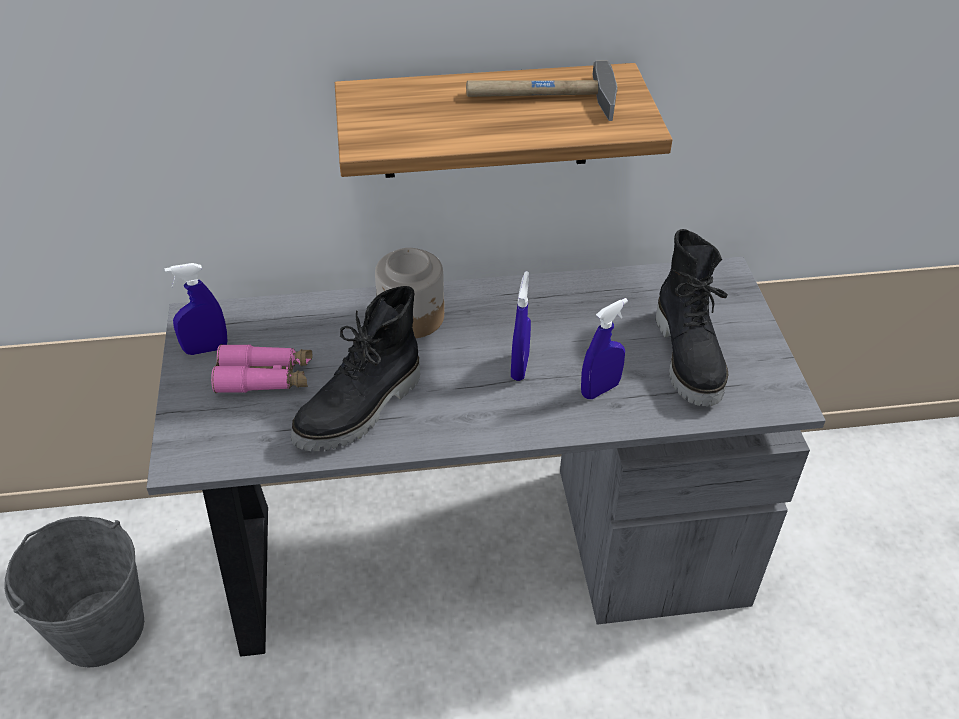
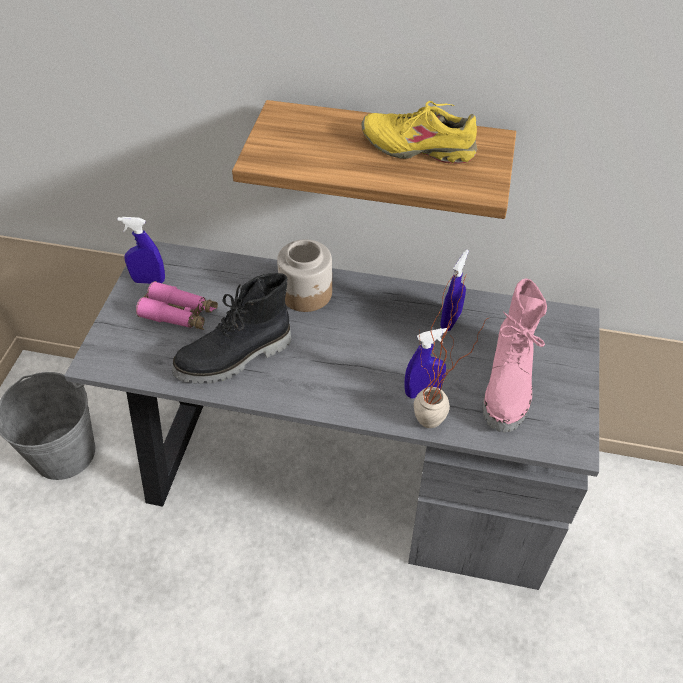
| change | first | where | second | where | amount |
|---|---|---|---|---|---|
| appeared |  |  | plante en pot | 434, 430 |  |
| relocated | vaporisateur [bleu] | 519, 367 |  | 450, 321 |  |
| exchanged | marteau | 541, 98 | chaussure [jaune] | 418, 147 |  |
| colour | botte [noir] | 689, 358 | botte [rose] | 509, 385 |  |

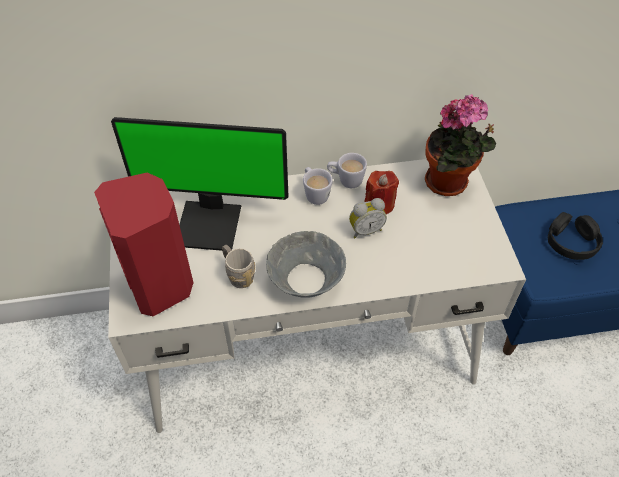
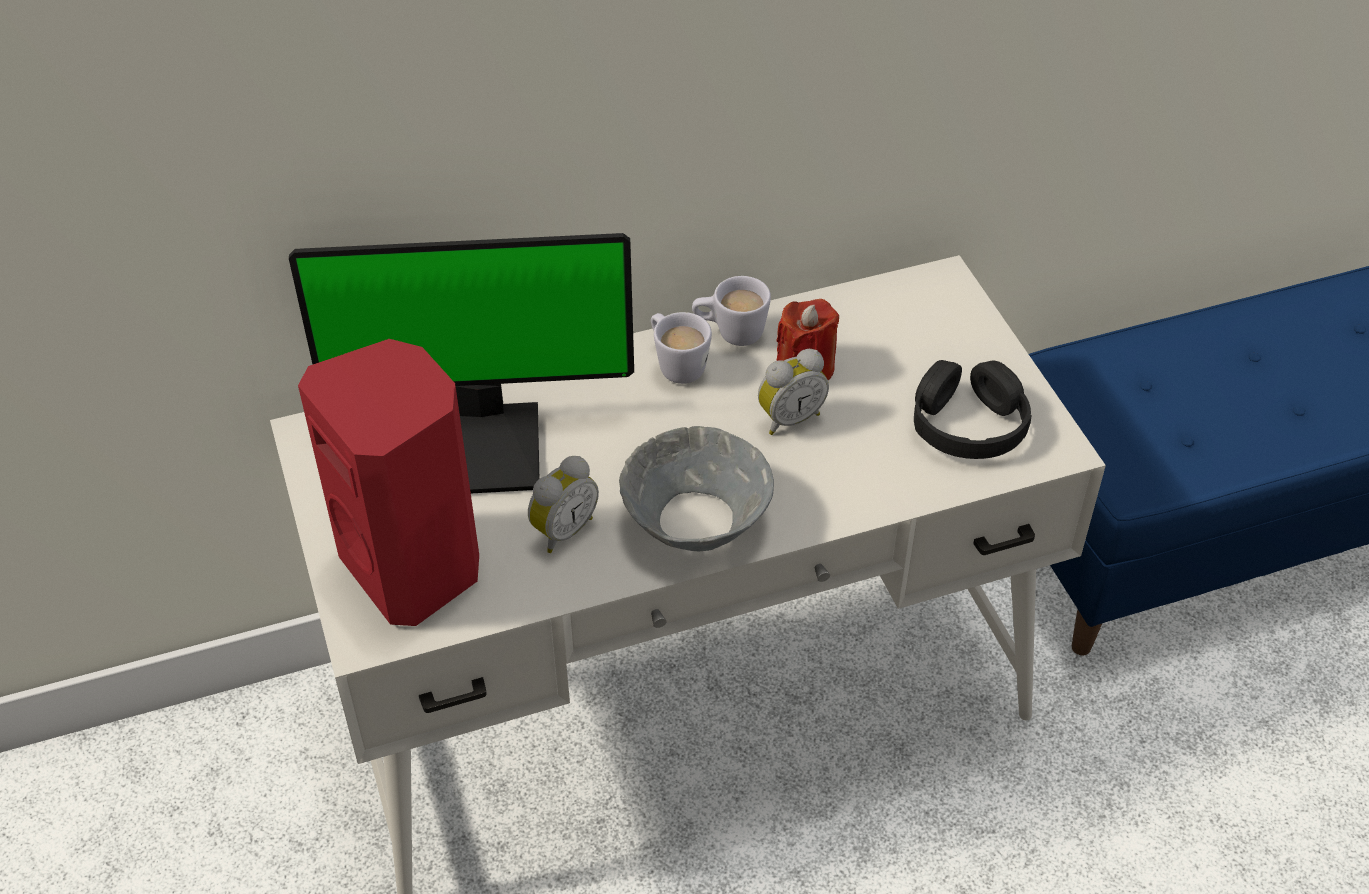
| change | first | where | second | where | amount |
|---|---|---|---|---|---|
| missing | plante en pot | 449, 184 |  |  |  |
| relocated | casque audio [noir] | 571, 242 |  | 968, 424 |  |
| exchanged | mug [gris] | 238, 274 | réveil | 562, 530 |  |

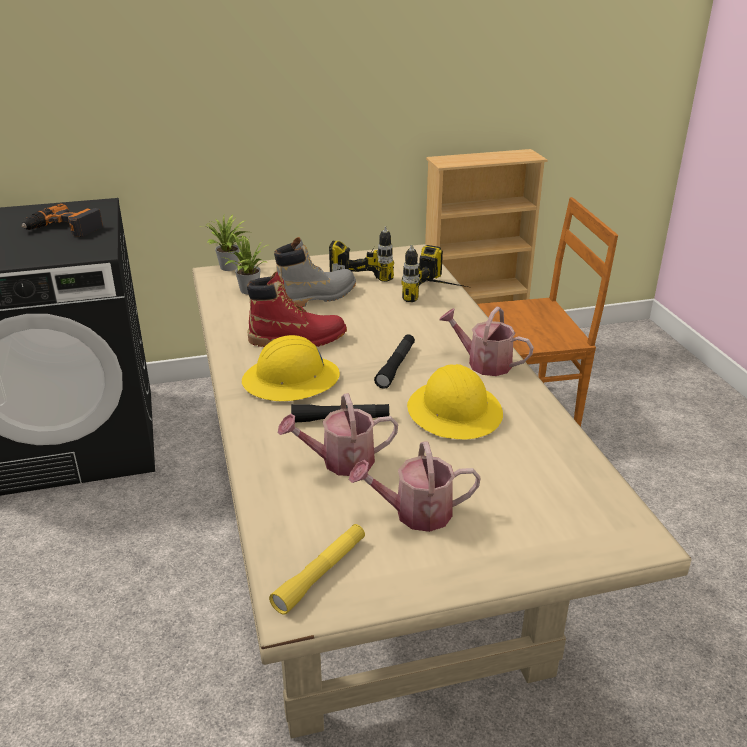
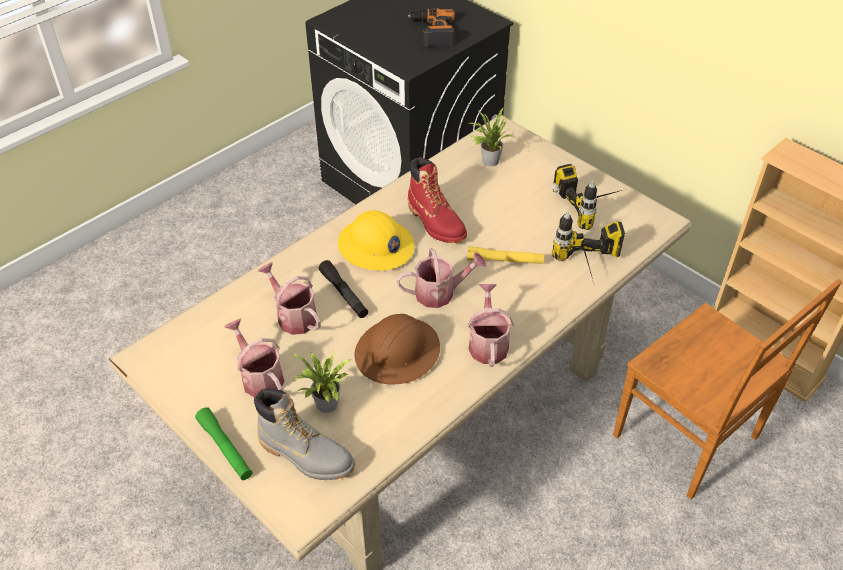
| change | first | where | second | where | amount |
|---|---|---|---|---|---|
| appeared |  |  | lampe de poche [vert] | 225, 448 |  |
| relocated | plante en pot | 230, 268 |  | 325, 406 |  |
| relocated | lampe de poche [jaune] | 320, 574 |  | 505, 261 |  |
| relocated | botte [gris] | 316, 297 |  | 306, 455 |  |
| exchanged | lampe de poche [noir] | 396, 366 | arrosoir | 440, 293 |  |
| colour | casque de chantier [jaune] | 455, 412 | casque de chantier [marron] | 398, 352 |  |

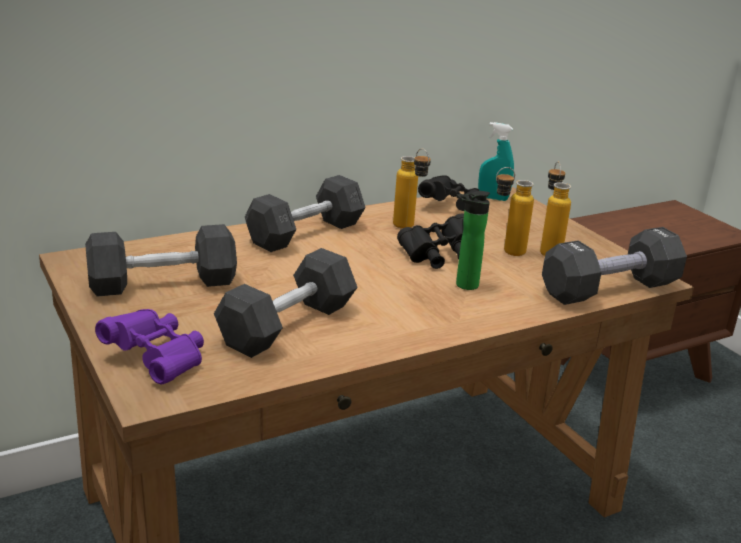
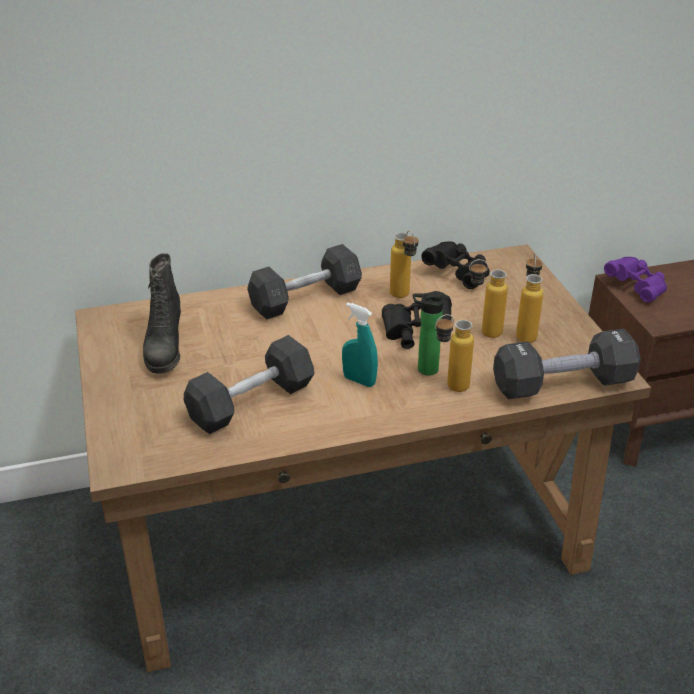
| change | first | where | second | where | amount |
|---|---|---|---|---|---|
| appeared |  |  | bouteille | 449, 388 |  |
| relocated | jumelles [violet] | 157, 359 |  | 636, 287 |  |
| relocated | vaporisateur [turquoise] | 493, 198 |  | 359, 381 |  |
| exchanged | haltère [gris] | 163, 283 | botte [noir] | 164, 349 |  |

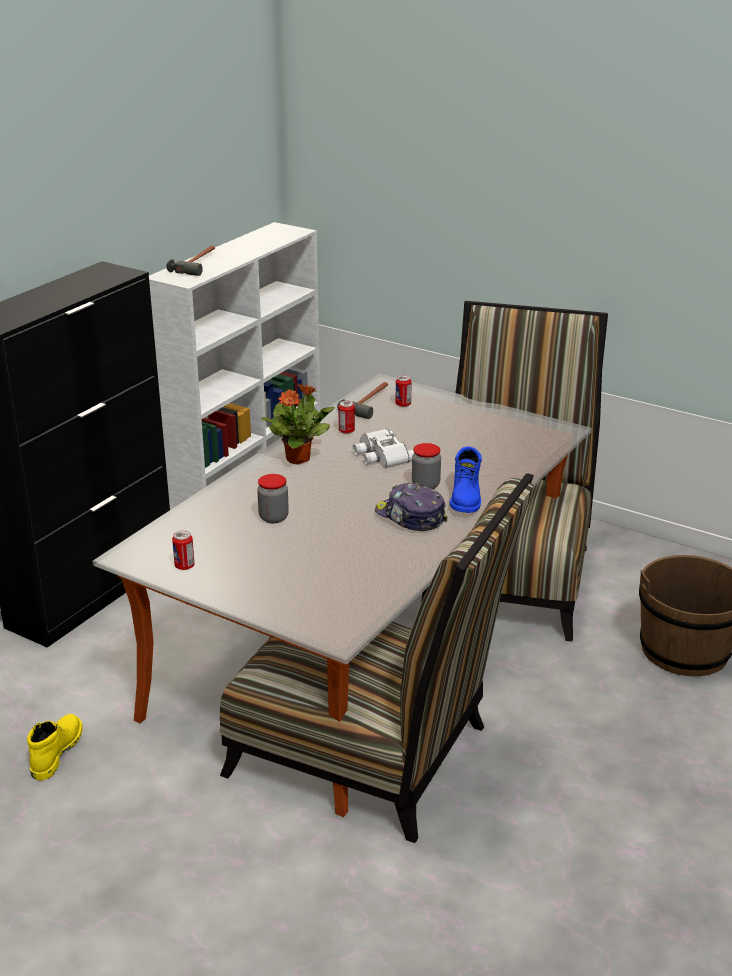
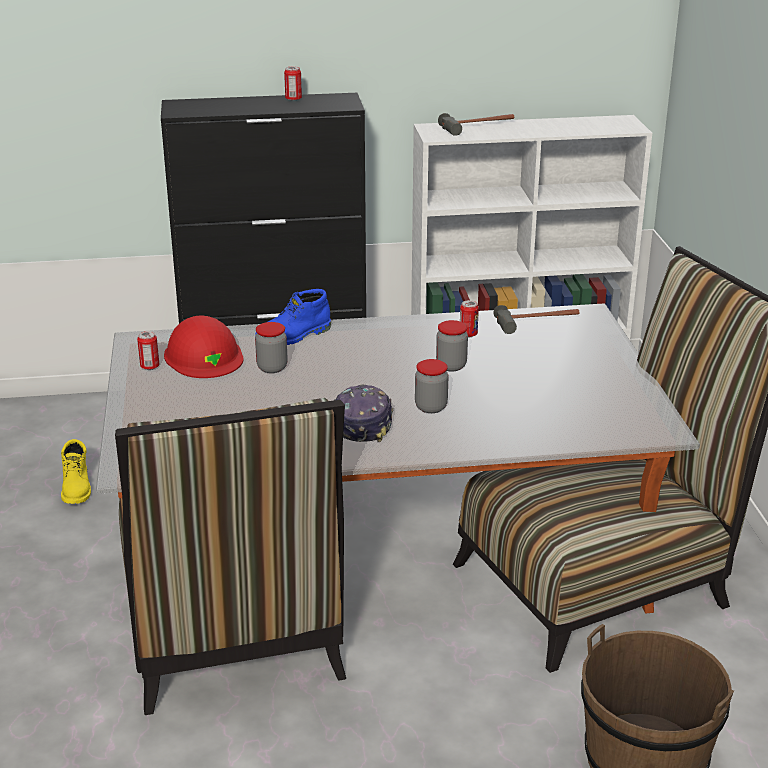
| change | first | where | second | where | amount |
|---|---|---|---|---|---|
| missing | plante en pot | 299, 458 |  |  |  |
| appeared |  |  | casque de chantier [rouge] | 204, 356 |  |
| relocated | boîte métallique | 403, 404 |  | 293, 99 |  |
| relocated | botte [bleu] | 466, 498 |  | 294, 336 |  |
| exchanged | jumelles [blanc] | 381, 455 | bocal | 451, 366 |  |
| spun | botte [jaune] | 55, 752 |  | 77, 488 | 105 degrees clockwise |

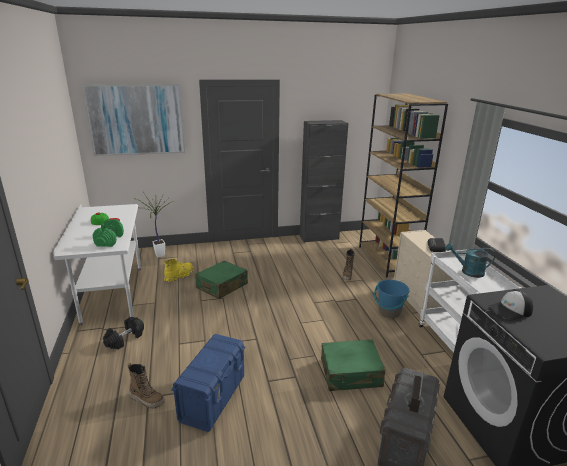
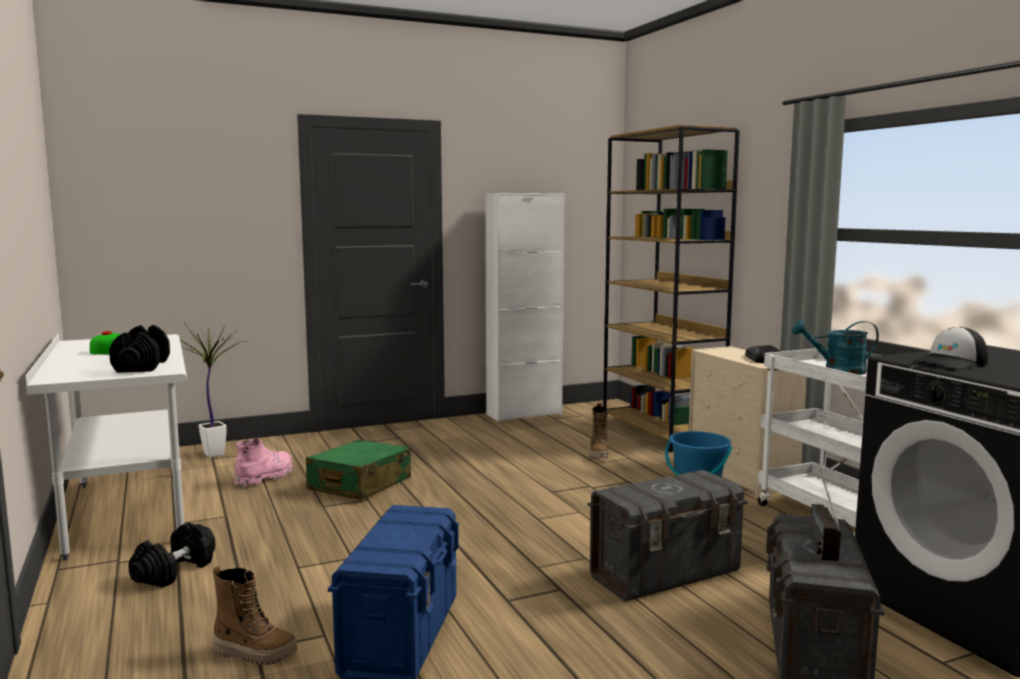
| change | first | where | second | where | amount |
|---|---|---|---|---|---|
| missing | tableau | 136, 119 |  |  |  |
| exchanged | valise [vert] | 351, 373 | boîte de rangement [gris] | 666, 574 |  |
| colour | haltère [vert] | 109, 240 | haltère [noir] | 141, 366 |  |
| colour | botte [jaune] | 179, 276 | botte [rose] | 265, 478 |  |
| colour | meuble de rangement [noir] | 319, 237 | meuble de rangement [blanc] | 524, 414 |  |

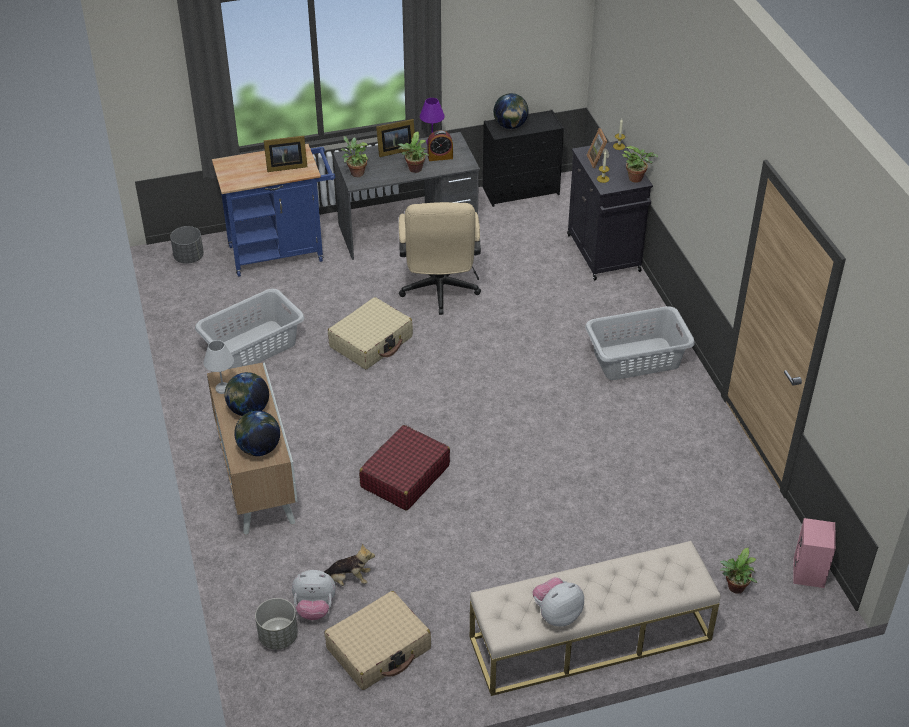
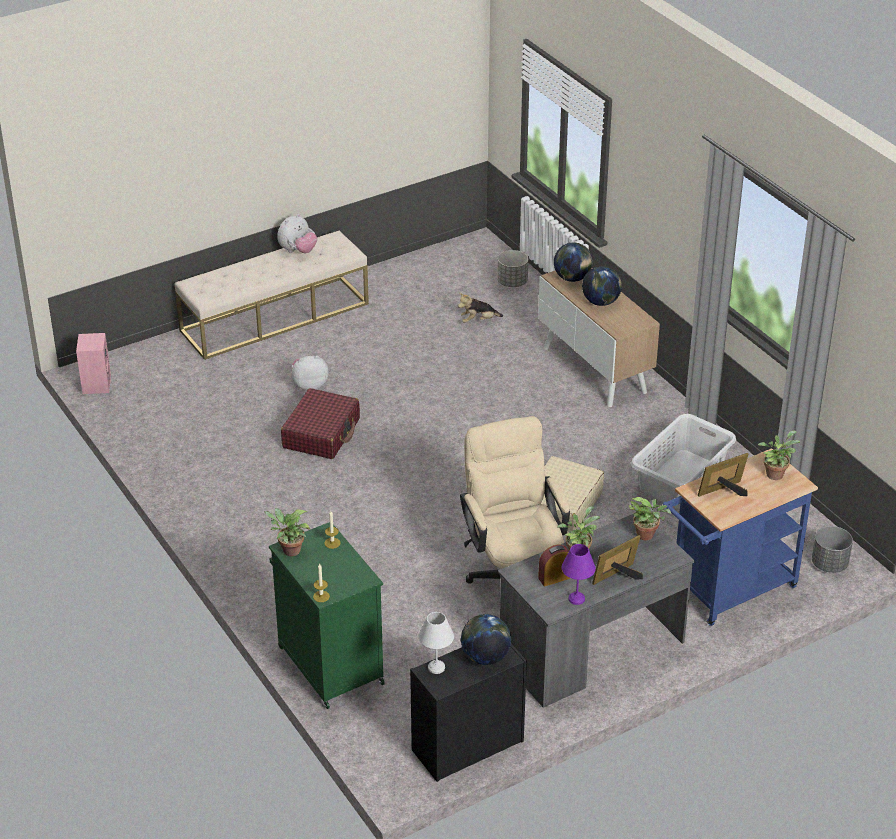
| change | first | where | second | where | amount |
|---|---|---|---|---|---|
| missing | valise [beige] | 379, 649 |  |  |  |
| missing | panier à linge [gris] | 637, 359 |  |  |  |
| missing | cadre photo | 598, 160 |  |  |  |
| relocated | lampe de table [blanc] | 223, 389 |  | 436, 667 |  |
| relocated | peluche | 315, 608 |  | 309, 385 |  |
| relocated | valise [rouge] | 404, 476 |  | 321, 433 |  |
| relocated | plante en pot | 735, 588 |  | 775, 473 |  |
| colour | meuble de rangement [noir] | 604, 254 | meuble de rangement [vert] | 329, 664 |  |

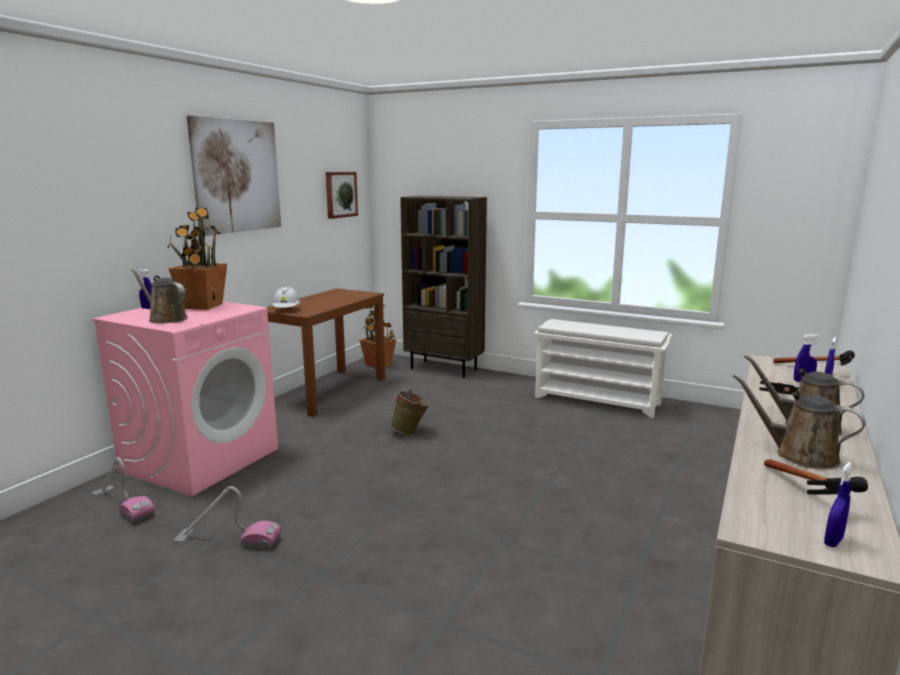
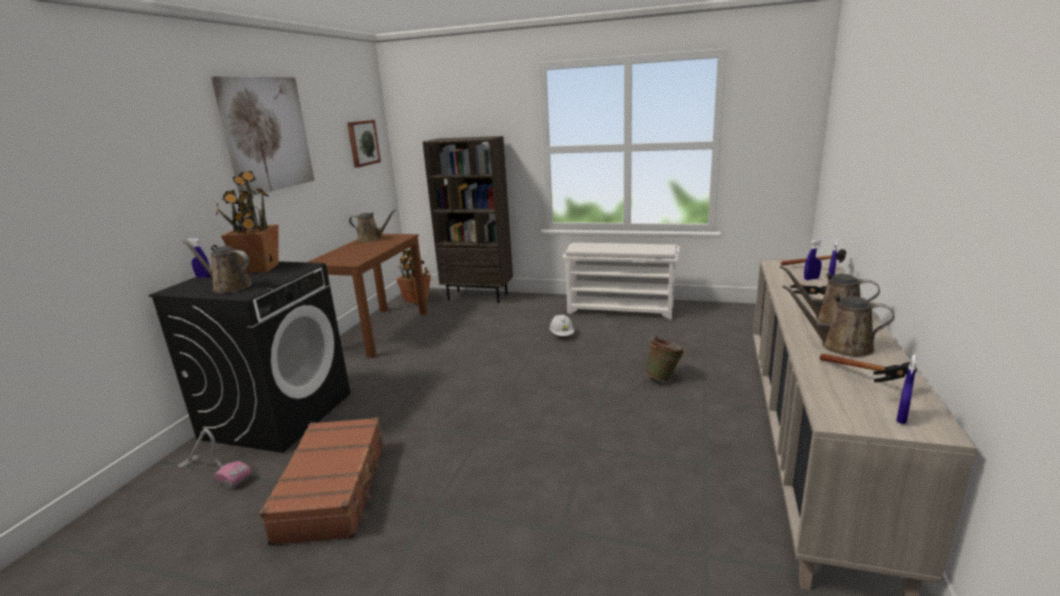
| change | first | where | second | where | amount |
|---|---|---|---|---|---|
| appeared |  |  | arrosoir [marron] | 371, 239 |  |
| relocated | casque de chantier [blanc] | 287, 310 |  | 562, 335 |  |
| relocated | seau [vert] | 411, 432 |  | 664, 378 |  |
| exchanged | aspirateur | 228, 540 | valise [marron] | 334, 489 |  |
| colour | lave-linge [rose] | 201, 459 | lave-linge [noir] | 278, 415 |  |

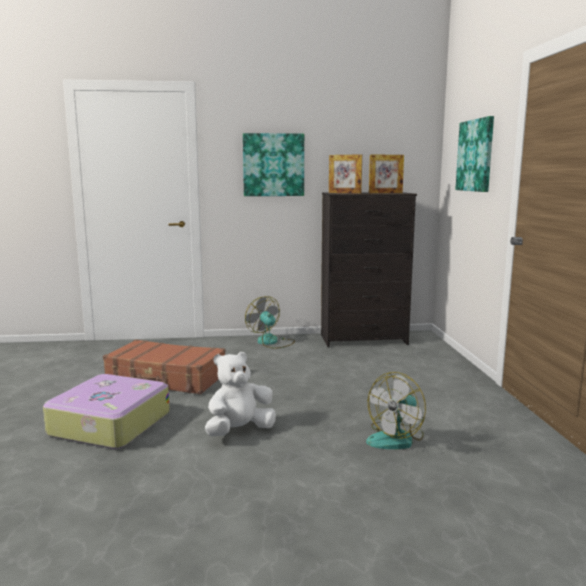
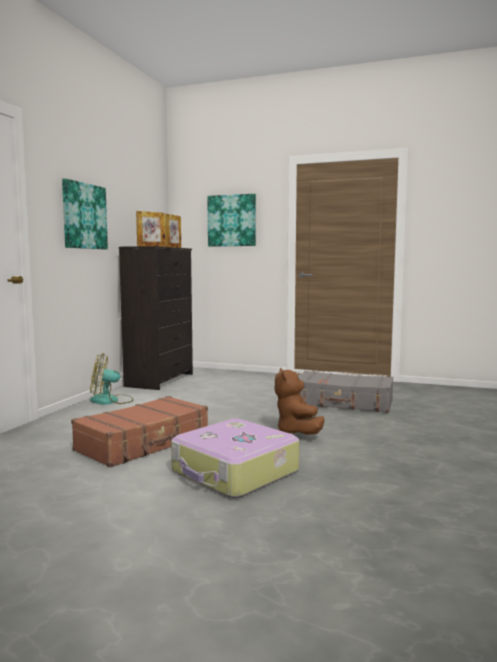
| change | first | where | second | where | amount |
|---|---|---|---|---|---|
| exchanged | ventilateur | 396, 438 | valise [gris] | 343, 402 |  |
| colour | peluche [blanc] | 239, 431 | peluche [marron] | 297, 432 |  |

